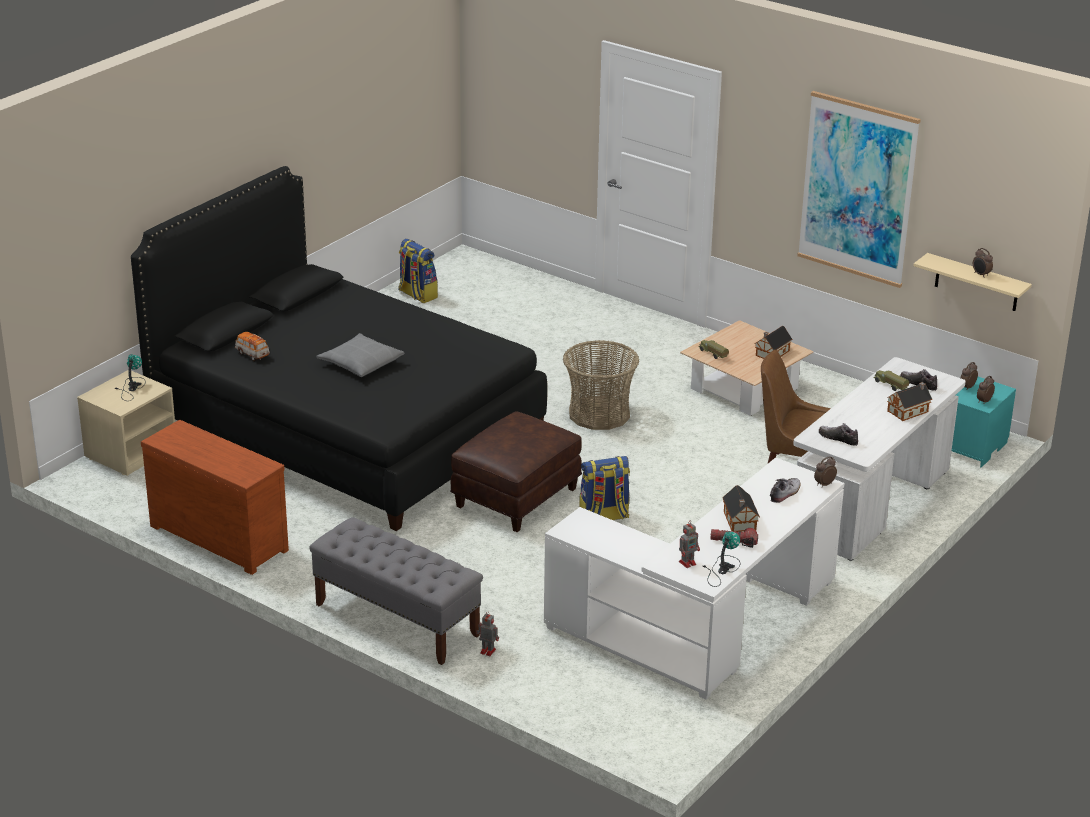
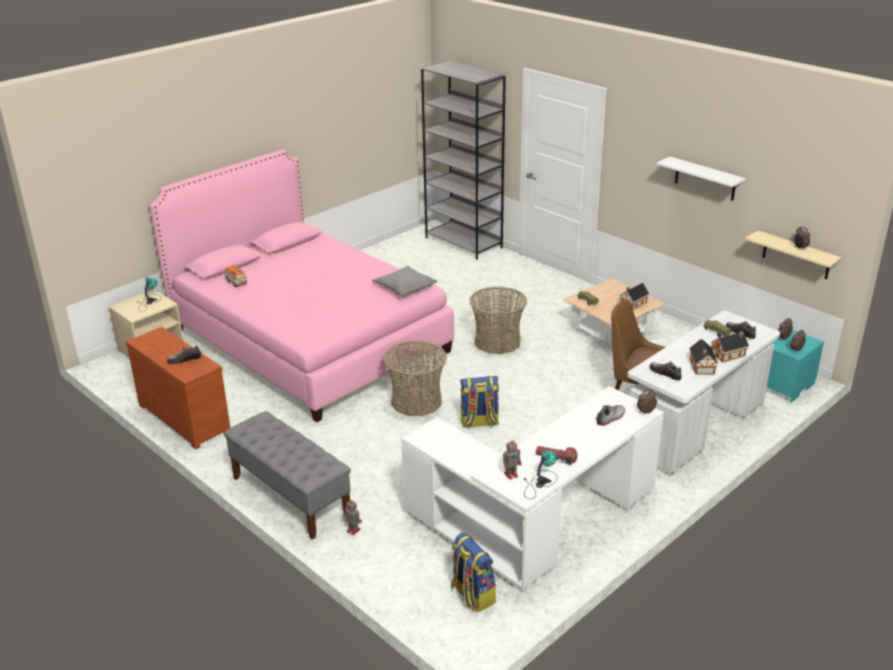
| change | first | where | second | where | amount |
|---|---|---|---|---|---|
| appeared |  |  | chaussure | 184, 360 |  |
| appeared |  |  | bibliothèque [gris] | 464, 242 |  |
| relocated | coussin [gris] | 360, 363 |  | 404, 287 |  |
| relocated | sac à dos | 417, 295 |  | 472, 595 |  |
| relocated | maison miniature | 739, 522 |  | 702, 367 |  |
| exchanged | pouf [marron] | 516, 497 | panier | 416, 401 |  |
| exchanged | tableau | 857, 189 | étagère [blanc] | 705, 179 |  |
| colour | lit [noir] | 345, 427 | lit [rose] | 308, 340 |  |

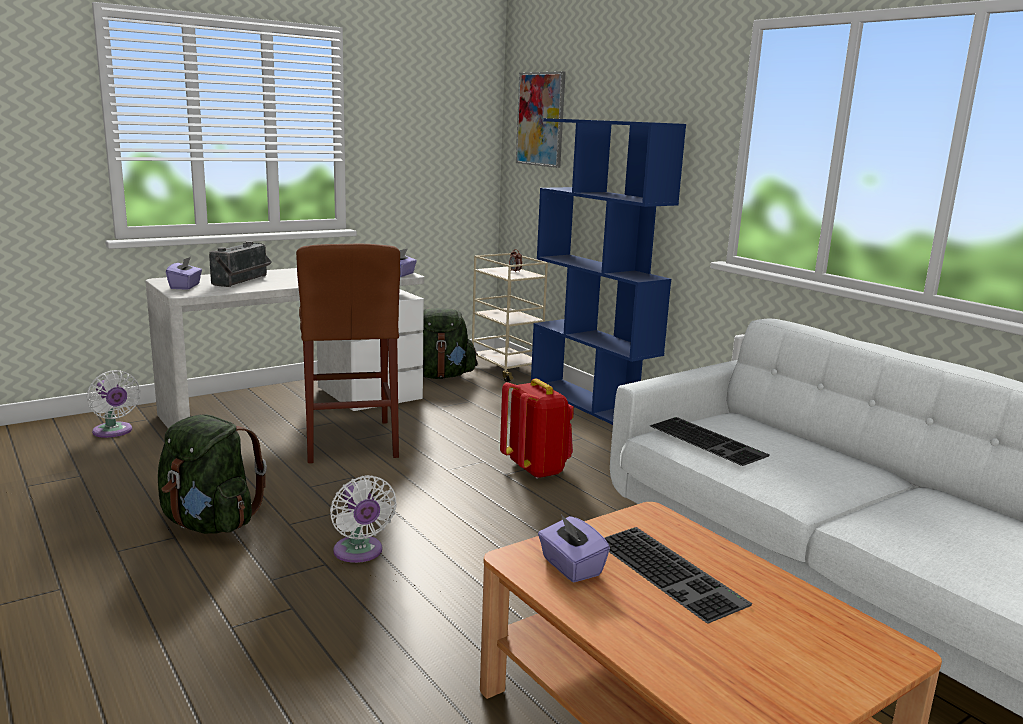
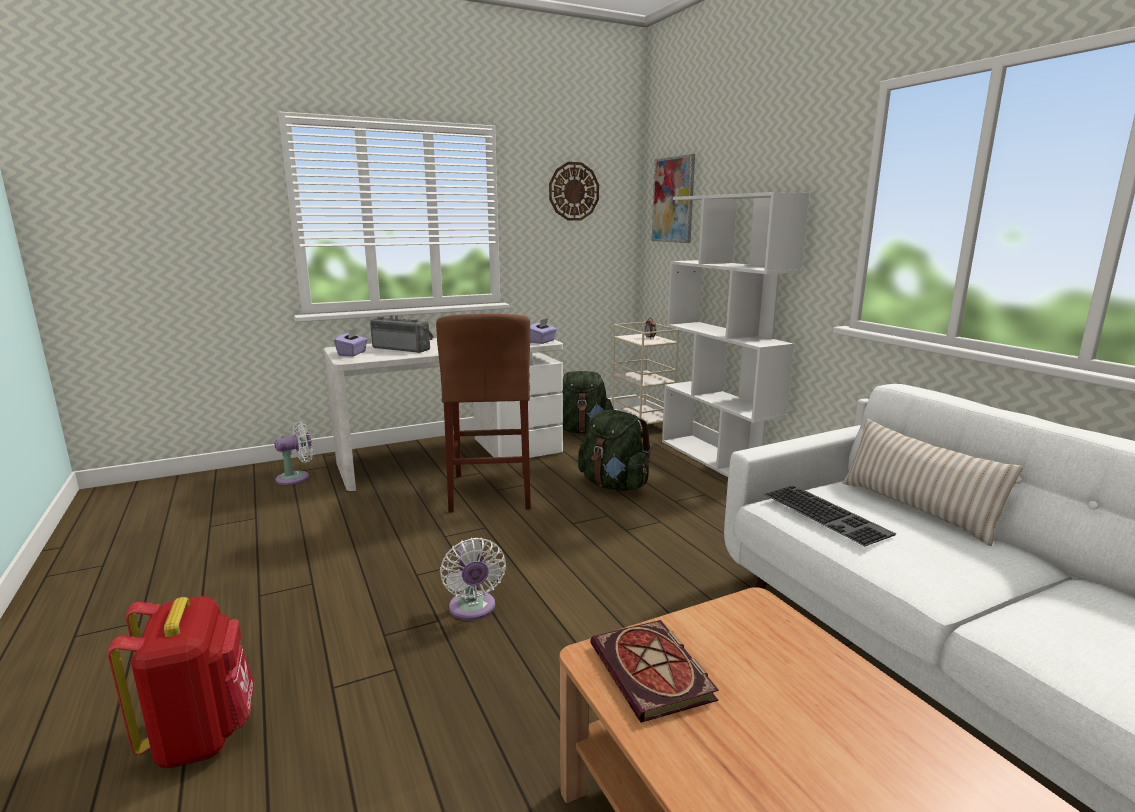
| change | first | where | second | where | amount |
|---|---|---|---|---|---|
| missing | clavier | 671, 572 |  |  |  |
| appeared |  |  | horloge murale | 573, 191 |  |
| appeared |  |  | coussin [beige] | 916, 509 |  |
| relocated | sac à dos [vert] | 209, 523 |  | 614, 485 |  |
| relocated | sac à dos [rouge] | 536, 469 |  | 201, 735 |  |
| exchanged | boîte à mouchoirs [violet] | 570, 567 | livre | 655, 674 |  |
| colour | bibliothèque [bleu] | 591, 404 | bibliothèque [blanc] | 717, 459 |  |
| spun | ventilateur [blanc] | 114, 432 |  | 296, 477 | 90 degrees counterclockwise |
| spun | radio | 243, 281 |  | 403, 348 | 90 degrees counterclockwise |

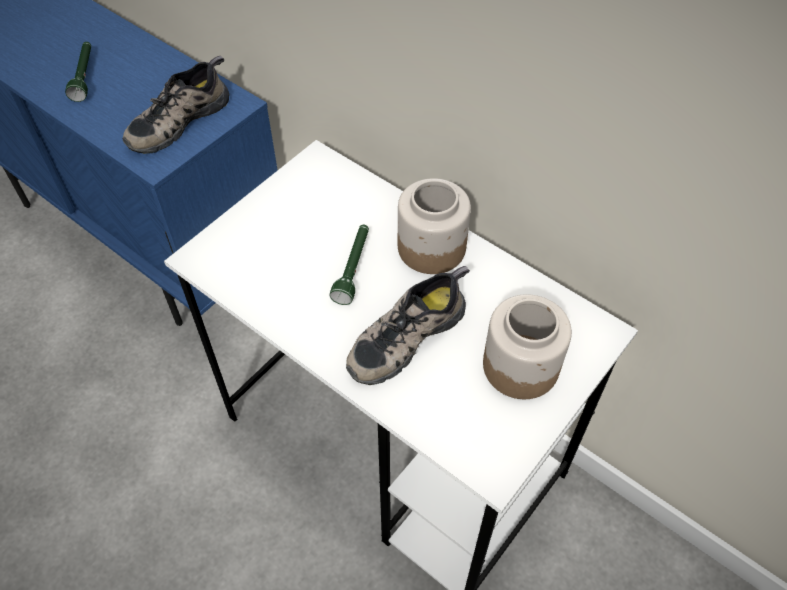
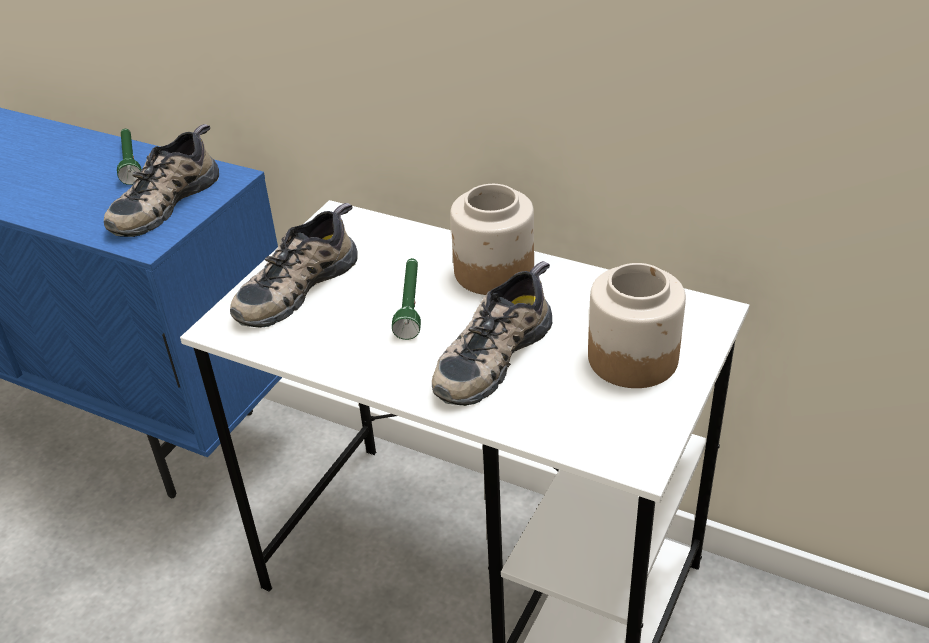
| change | first | where | second | where | amount |
|---|---|---|---|---|---|
| appeared |  |  | chaussure | 295, 285 |  |
| relocated | lampe de poche [vert] | 84, 76 |  | 130, 162 |  |

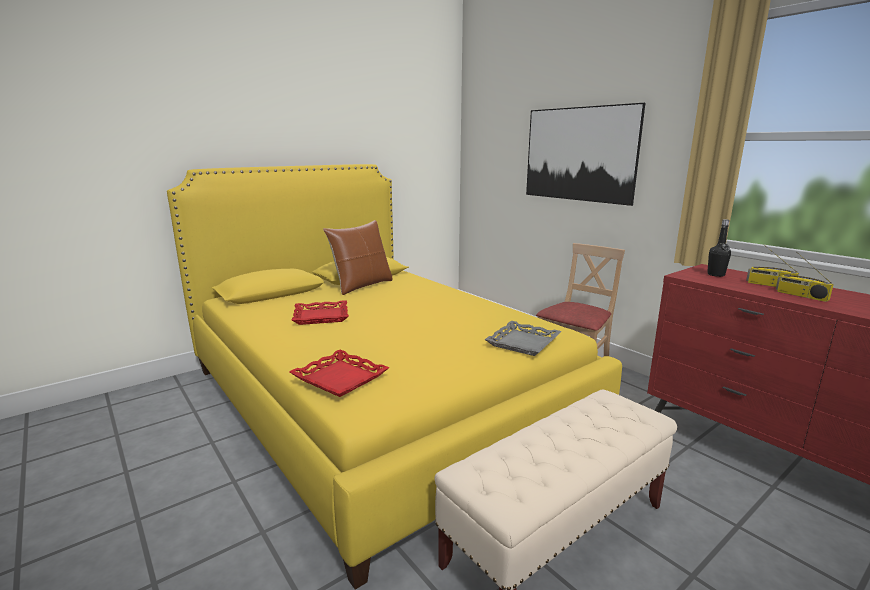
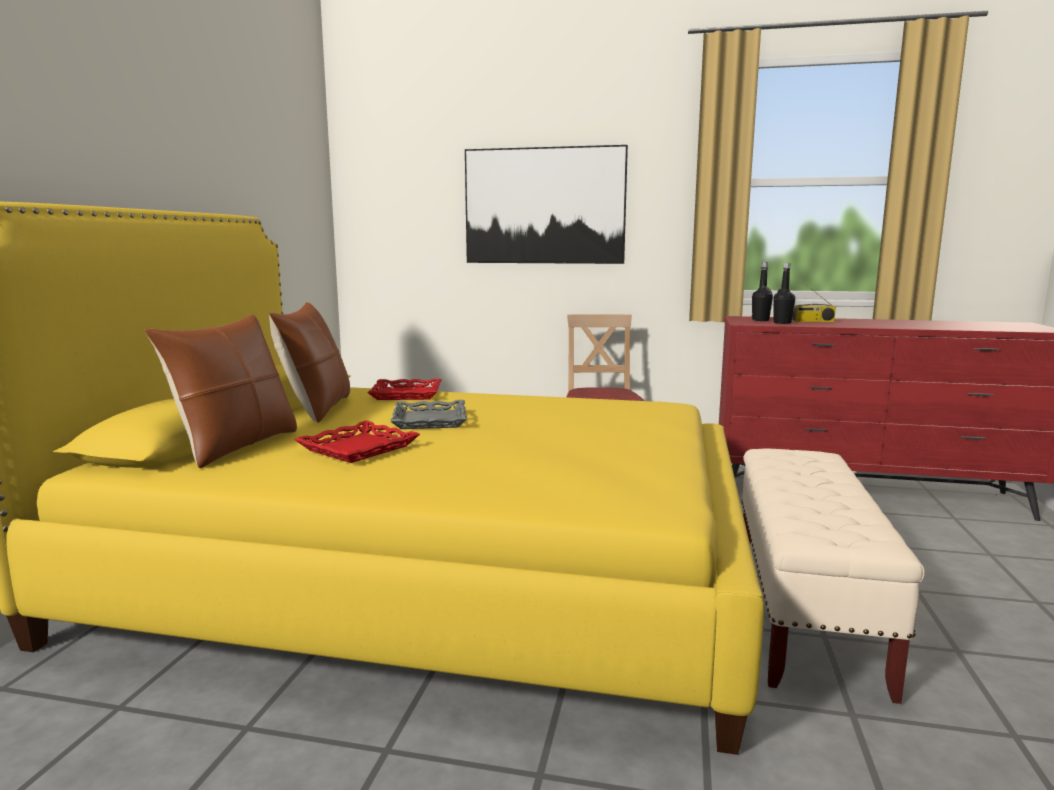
| change | first | where | second | where | amount |
|---|---|---|---|---|---|
| missing | radio | 800, 295 |  |  |  |
| appeared |  |  | coussin [marron] | 235, 446 |  |
| appeared |  |  | bouteille [noir] | 782, 323 |  |
| relocated | plateau [rouge] | 340, 378 |  | 406, 394 |  |
| relocated | plateau [gris] | 522, 342 |  | 429, 420 |  |

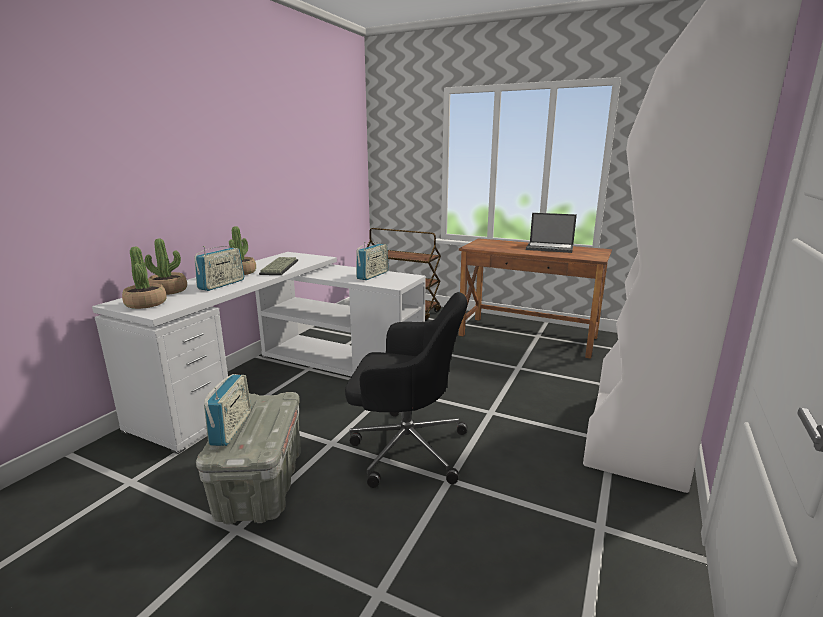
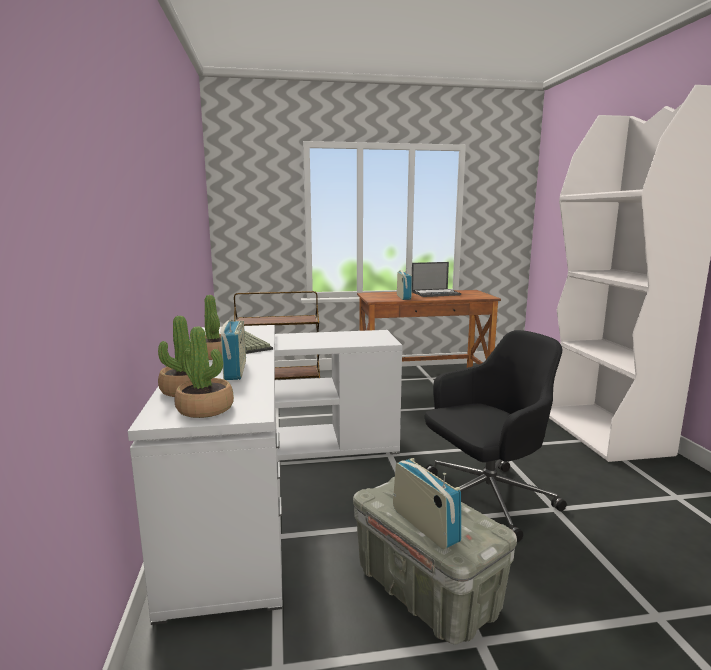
| change | first | where | second | where | amount |
|---|---|---|---|---|---|
| relocated | radio | 373, 275 |  | 403, 297 |  |

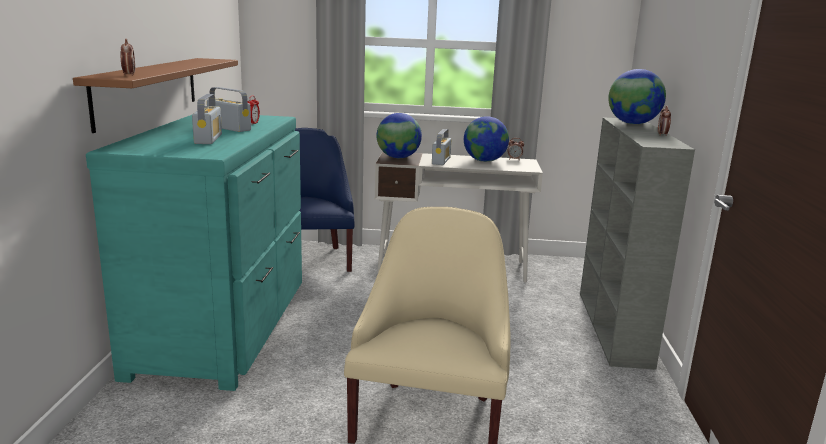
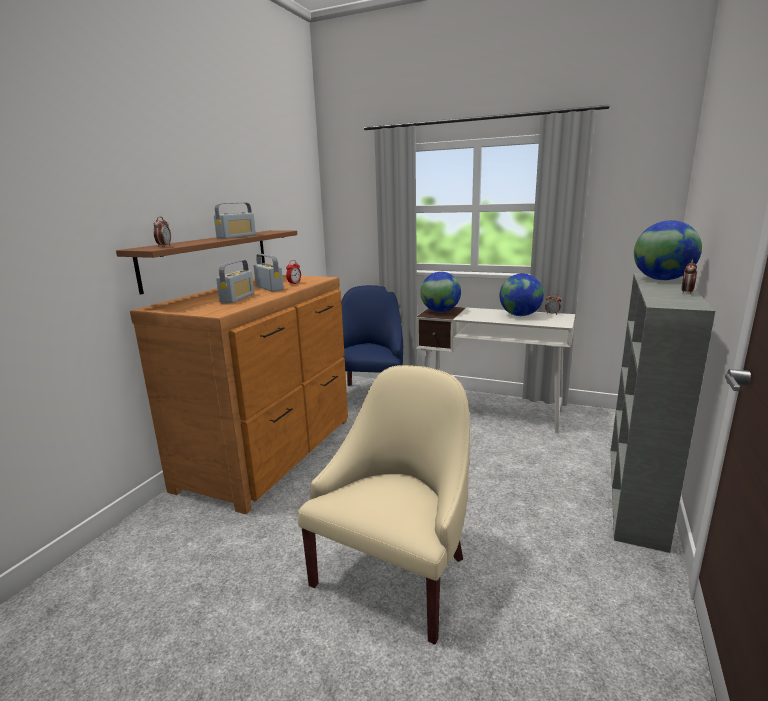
| change | first | where | second | where | amount |
|---|---|---|---|---|---|
| relocated | radio | 441, 161 |  | 236, 236 |  |
| colour | commode [turquoise] | 225, 327 | commode [marron] | 271, 452 |  |

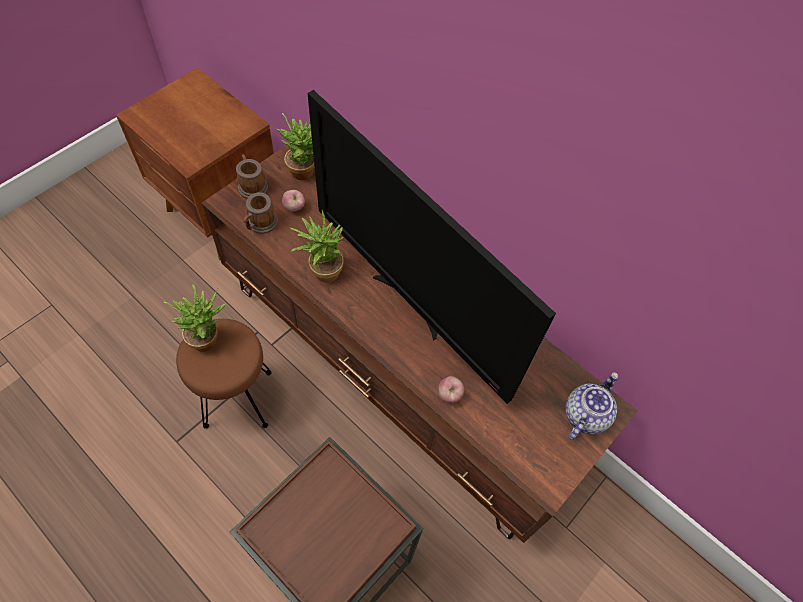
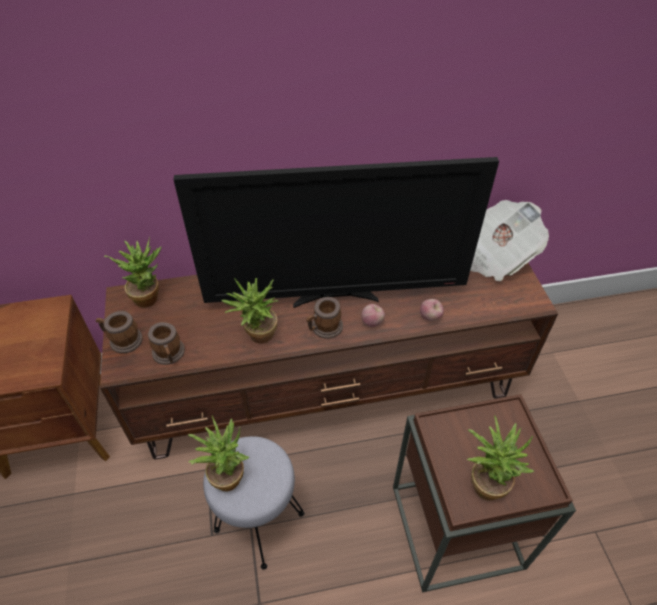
| change | first | where | second | where | amount |
|---|---|---|---|---|---|
| appeared |  |  | mug | 324, 328 |  |
| appeared |  |  | plante en pot | 486, 480 |  |
| relocated | pomme | 294, 207 |  | 372, 322 |  |
| exchanged | théière | 585, 414 | journal | 495, 256 |  |
| colour | tabouret [marron] | 238, 400 | tabouret [gris] | 260, 523 |  |

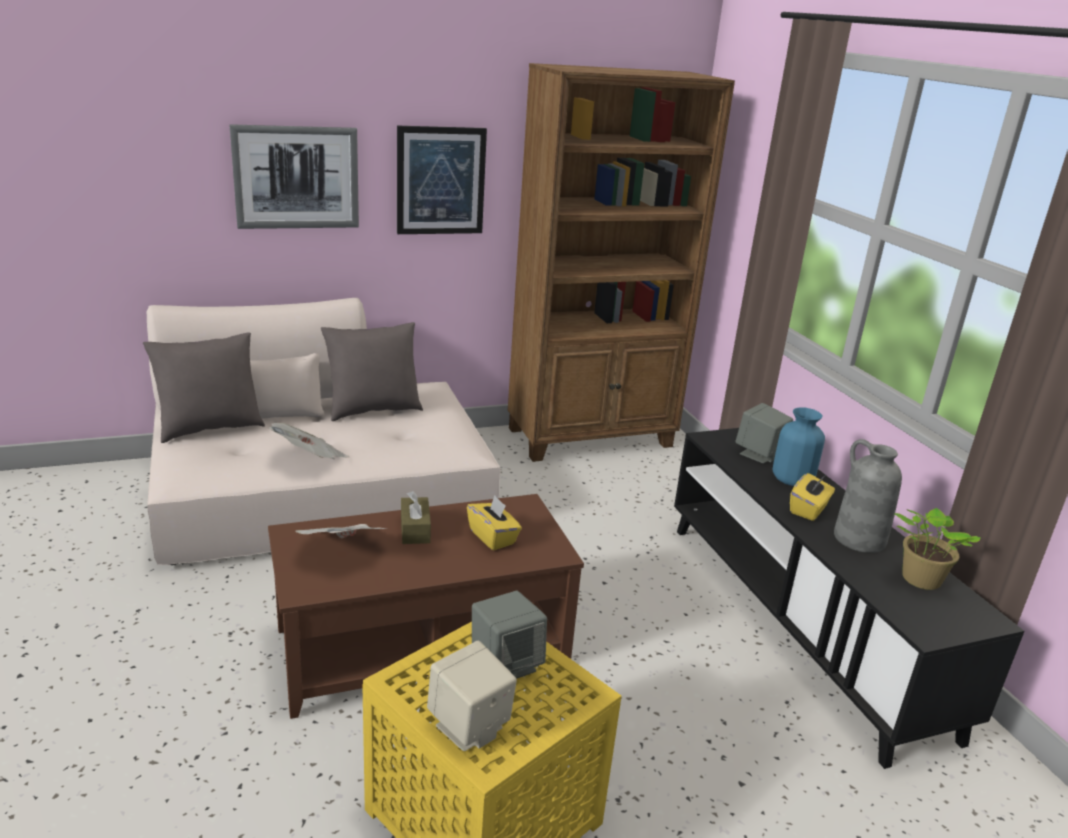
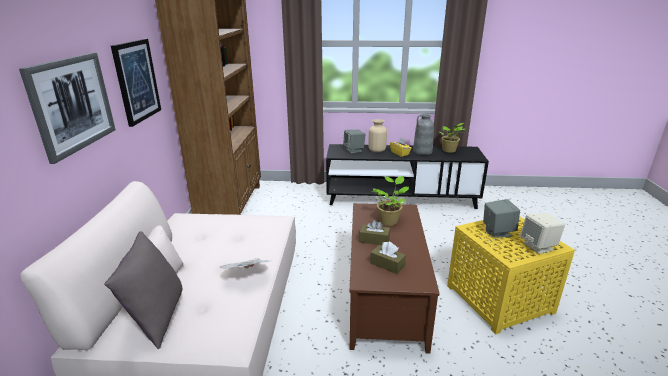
| change | first | where | second | where | amount |
|---|---|---|---|---|---|
| missing | coussin [gris] | 373, 410 |  |  |  |
| exchanged | journal | 344, 550 | boîte à mouchoirs [marron] | 387, 264 |  |
| exchanged | boîte à mouchoirs [jaune] | 493, 537 | plante en pot | 389, 220 |  |
| colour | vase [bleu] | 792, 480 | vase [beige] | 377, 150 |  |

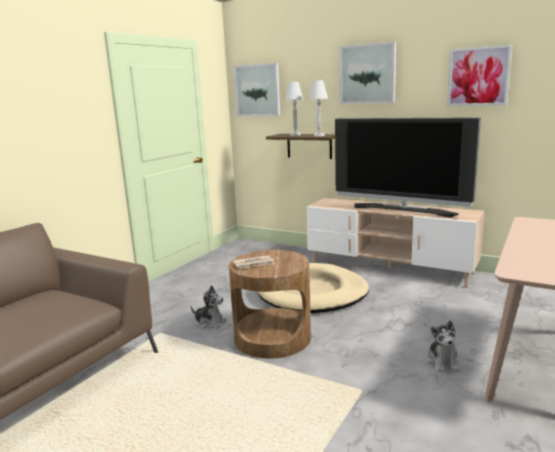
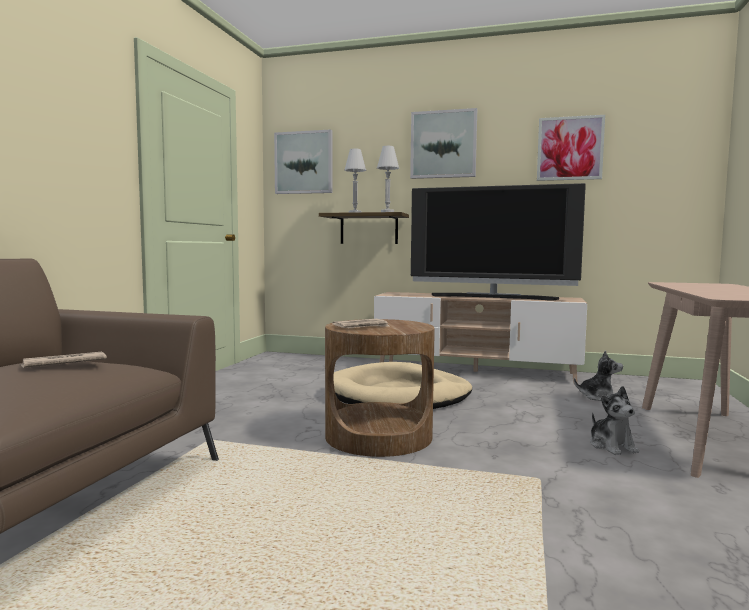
| change | first | where | second | where | amount |
|---|---|---|---|---|---|
| appeared |  |  | journal | 63, 363 |  |
| relocated | peluche | 209, 322 |  | 598, 397 |  |

